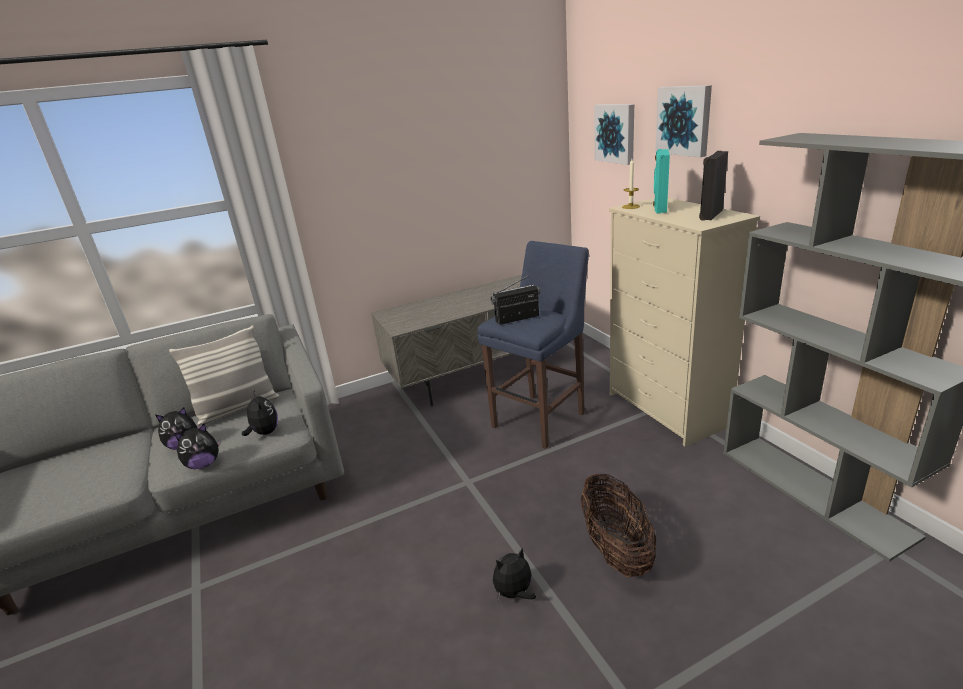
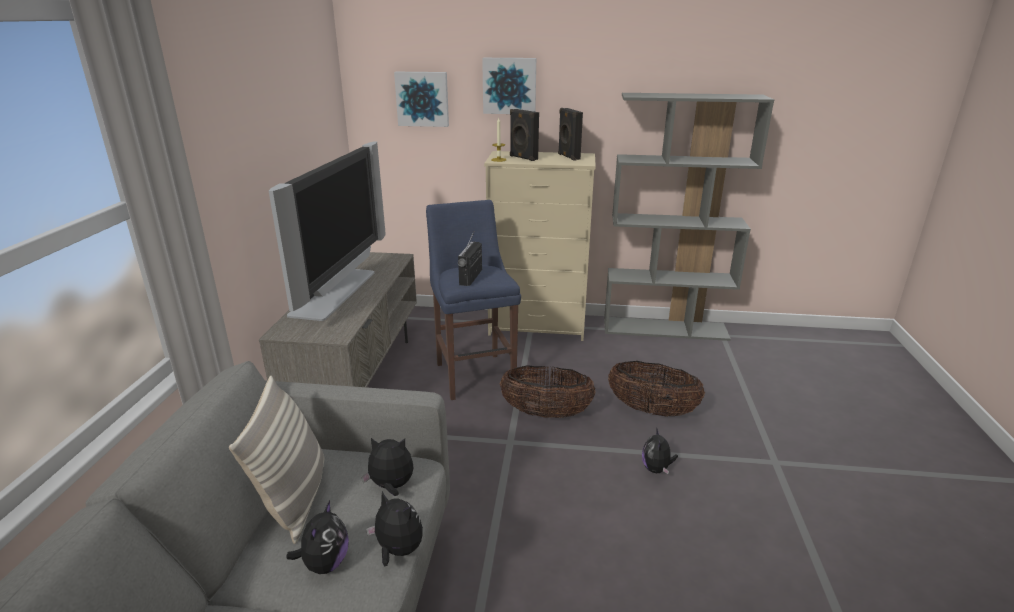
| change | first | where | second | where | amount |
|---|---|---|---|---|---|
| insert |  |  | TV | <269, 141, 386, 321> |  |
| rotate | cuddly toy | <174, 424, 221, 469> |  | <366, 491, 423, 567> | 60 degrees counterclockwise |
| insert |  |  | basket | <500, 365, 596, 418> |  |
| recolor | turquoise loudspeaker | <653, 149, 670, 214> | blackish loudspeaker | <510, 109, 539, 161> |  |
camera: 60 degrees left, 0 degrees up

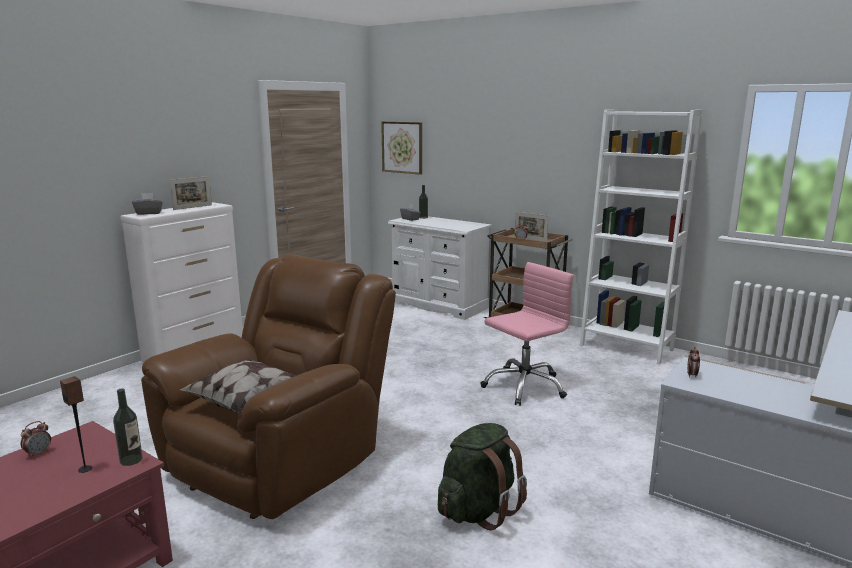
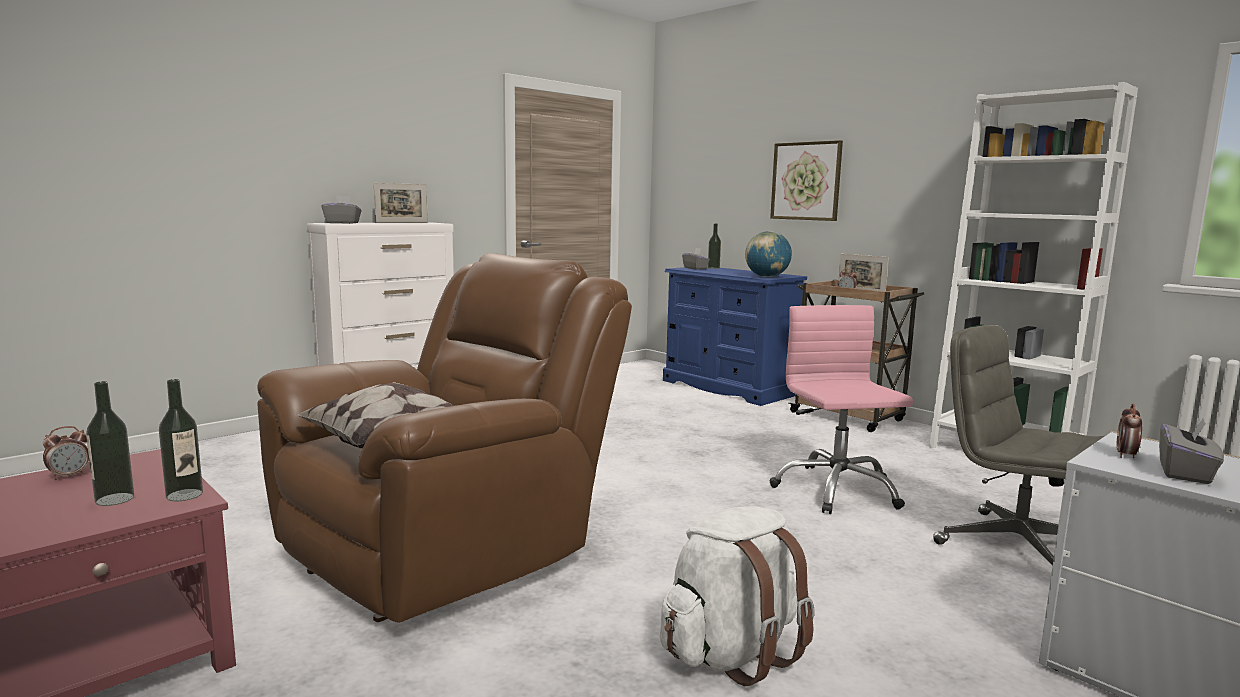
| change | first | where | second | where | amount |
|---|---|---|---|---|---|
| replace | loudspeaker | <60, 376, 92, 473> | beverage bottle | <86, 381, 134, 506> |  |
| recolor | green knapsack | <438, 423, 527, 531> | white knapsack | <660, 506, 815, 686> |  |
| recolor | white dresser | <388, 216, 492, 320> | blue dresser | <663, 266, 807, 406> |  |
| insert |  |  | world globe | <745, 231, 792, 277> |  |
| move | picture | <381, 122, 422, 175> |  | <770, 140, 843, 221> |  |
| rotate | pink-coloured computer chair | <480, 262, 574, 406> |  | <770, 305, 913, 514> | 75 degrees counterclockwise |
| insert |  |  | grey computer chair | <933, 325, 1105, 566> |  |
| insert |  |  | grey tissue holder | <1159, 417, 1224, 484> |  |
camera: 10 degrees right, 5 degrees down

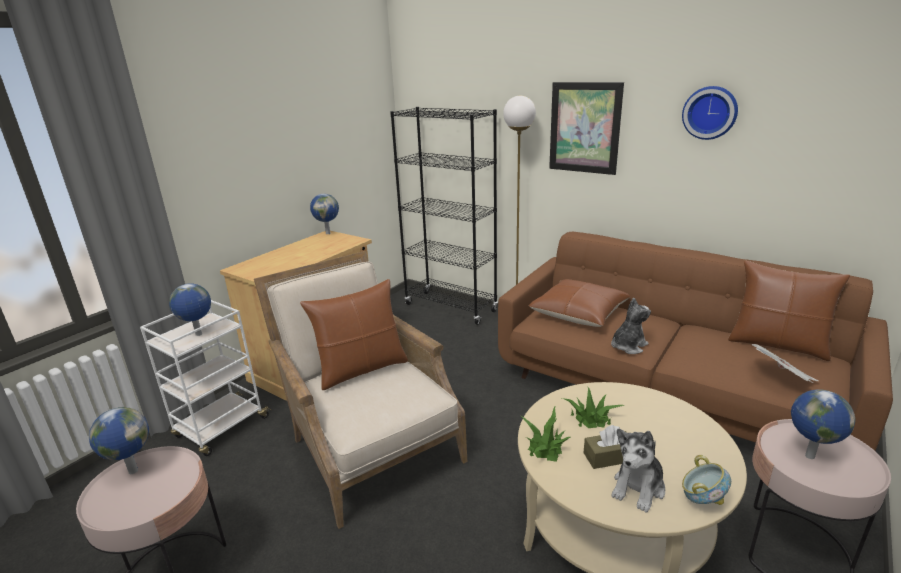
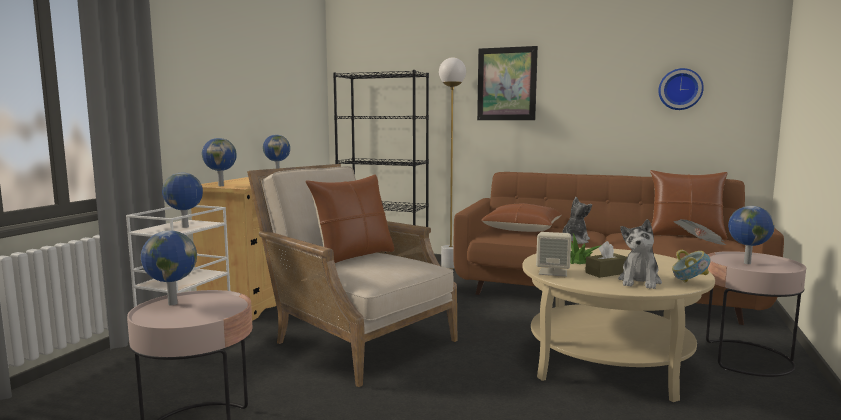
| change | first | where | second | where | amount |
|---|---|---|---|---|---|
| insert |  |  | world globe | <202, 138, 237, 186> |  |
| replace | potted plant | <521, 405, 571, 462> | beige-coloured loudspeaker | <536, 232, 571, 277> |  |
| move | wall clock | <682, 86, 738, 140> |  | <658, 68, 704, 110> |  |
camera: 15 degrees left, 15 degrees down

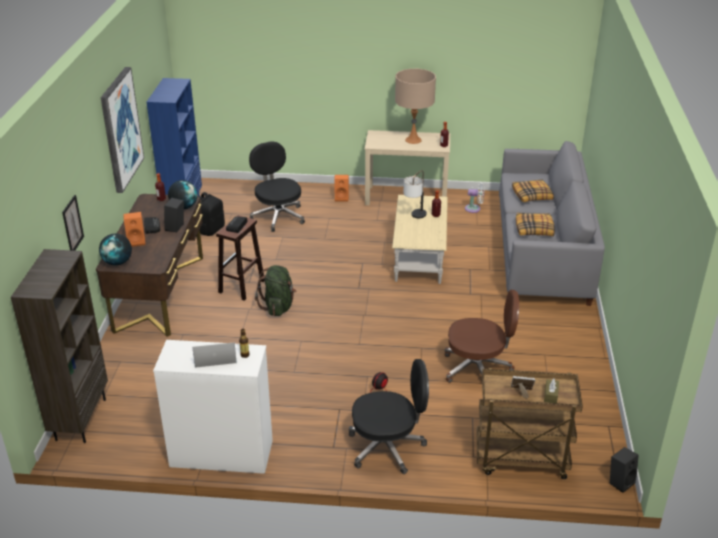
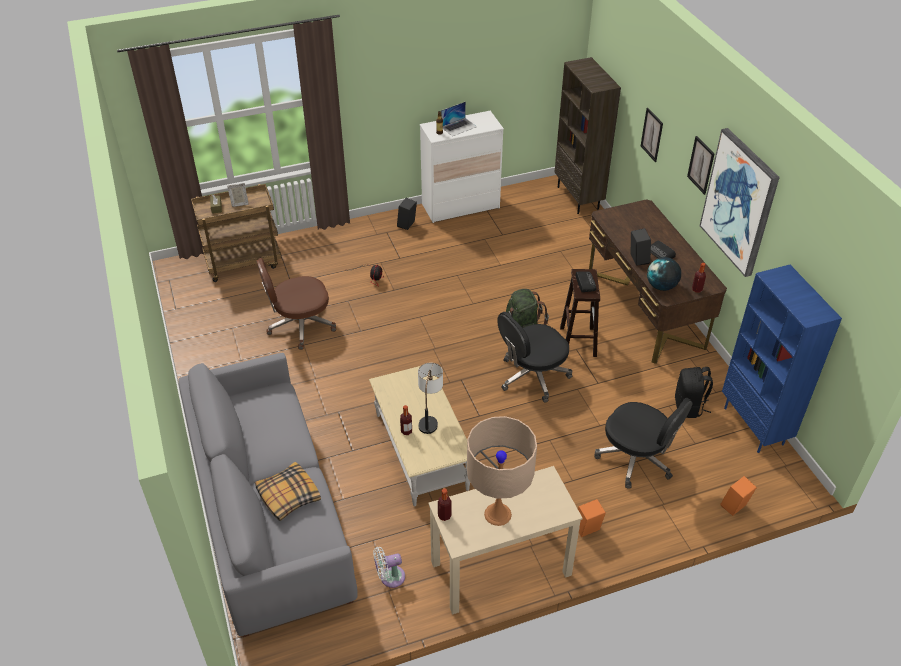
| change | first | where | second | where | amount |
|---|---|---|---|---|---|
| move | blackish loudspeaker | <610, 447, 639, 493> |  | <397, 198, 417, 230> |  |
| move | blackish computer chair | <349, 359, 429, 474> |  | <497, 312, 572, 402> |  |
| insert |  |  | picture | <687, 136, 714, 195> |  |
| move | orangey loudspeaker | <123, 212, 145, 247> |  | <720, 476, 757, 516> |  |
| delete | world globe | <99, 234, 132, 266> |  |  |  |
| delete | pillow | <516, 213, 555, 236> |  |  |  |
camera: 155 degrees right, 10 degrees up

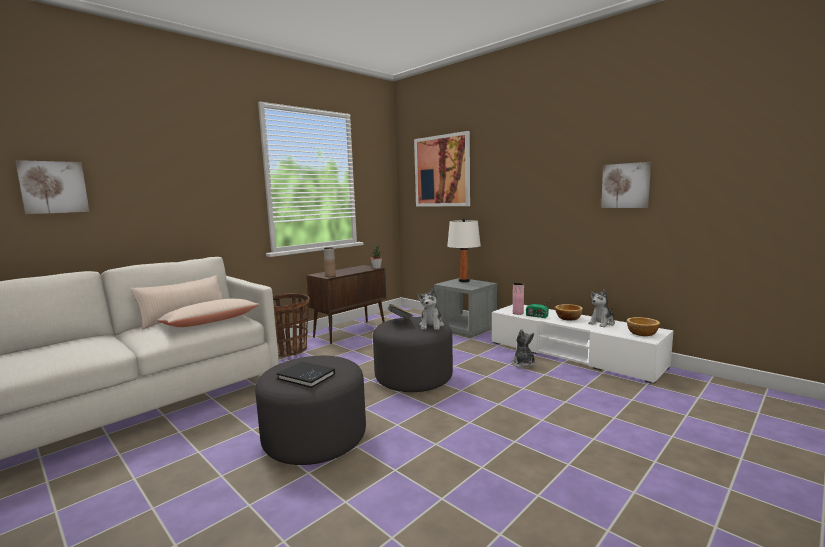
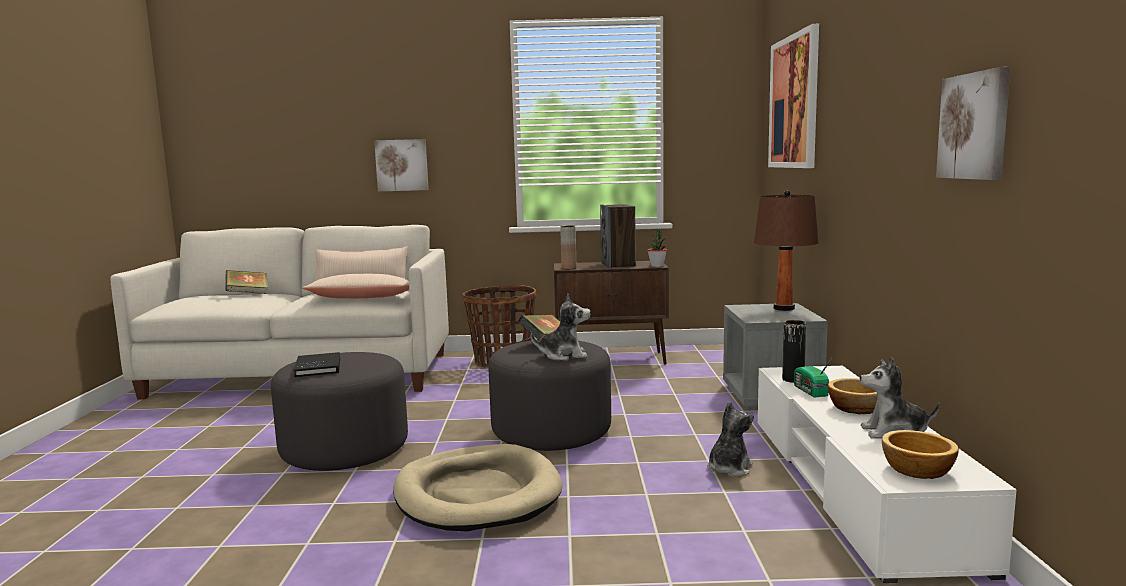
| change | first | where | second | where | amount |
|---|---|---|---|---|---|
| insert |  |  | bound book | <226, 270, 268, 294> |  |
| move | picture | <15, 160, 89, 214> |  | <374, 139, 429, 192> |  |
| insert |  |  | beige-coloured pet bed | <393, 444, 562, 532> |  |
| rotate | cuddly toy | <417, 288, 444, 330> |  | <531, 294, 591, 361> | 150 degrees counterclockwise |
| insert |  |  | loudspeaker | <600, 204, 636, 268> |  |
| recolor | white table lamp | <447, 218, 481, 282> | brown table lamp | <754, 190, 819, 311> |  |
| recolor | pink-coloured decorative vase | <513, 283, 524, 315> | blackish decorative vase | <782, 320, 806, 383> |  |
camera: 45 degrees right, 0 degrees up

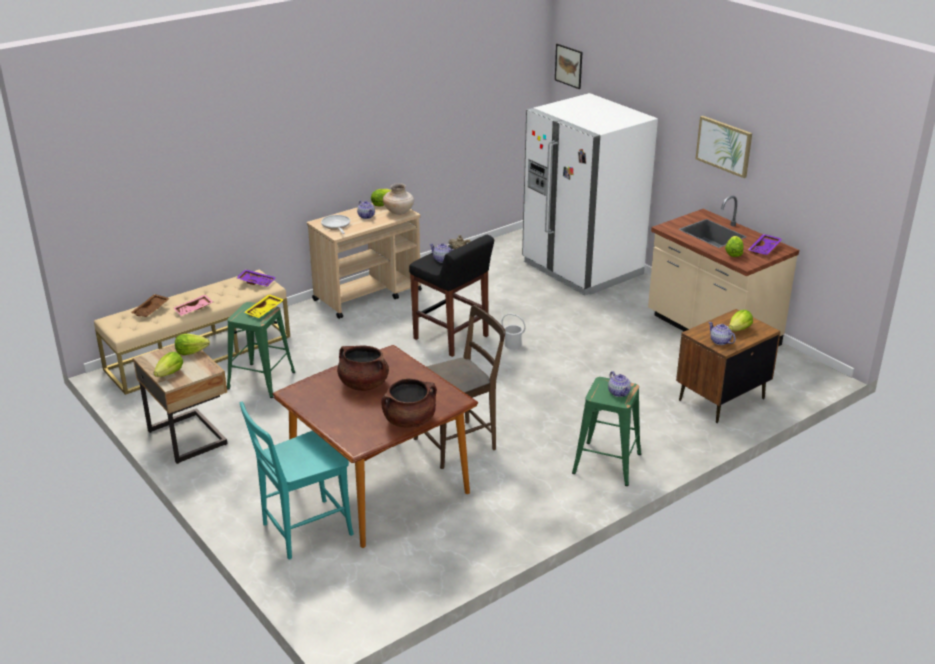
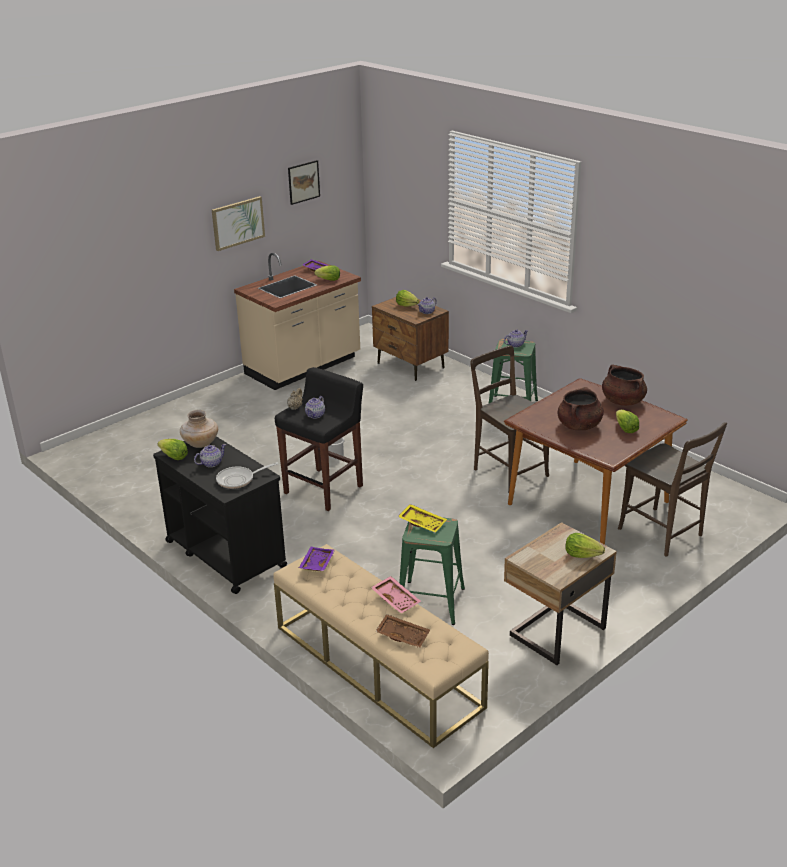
| change | first | where | second | where | amount |
|---|---|---|---|---|---|
| recolor | beige-coloured cart | <307, 203, 422, 319> | blackish cart | <153, 436, 287, 594> |  |
| move | picture | <555, 44, 582, 89> |  | <288, 160, 320, 205> |  |
| move | head of lettuce | <175, 334, 210, 355> |  | <616, 410, 639, 433> |  |
| recolor | turquoise upright chair | <240, 402, 354, 559> | brown upright chair | <618, 422, 727, 556> |  |
| delete | white refrigerator | <522, 93, 658, 295> |  |  |  |
camera: 95 degrees left, 0 degrees up

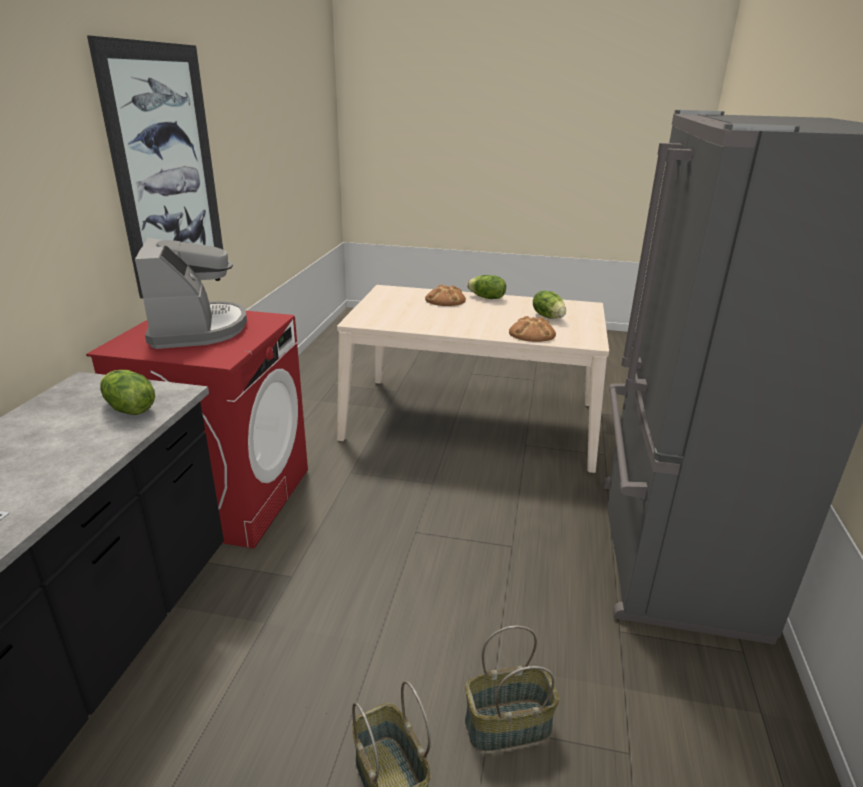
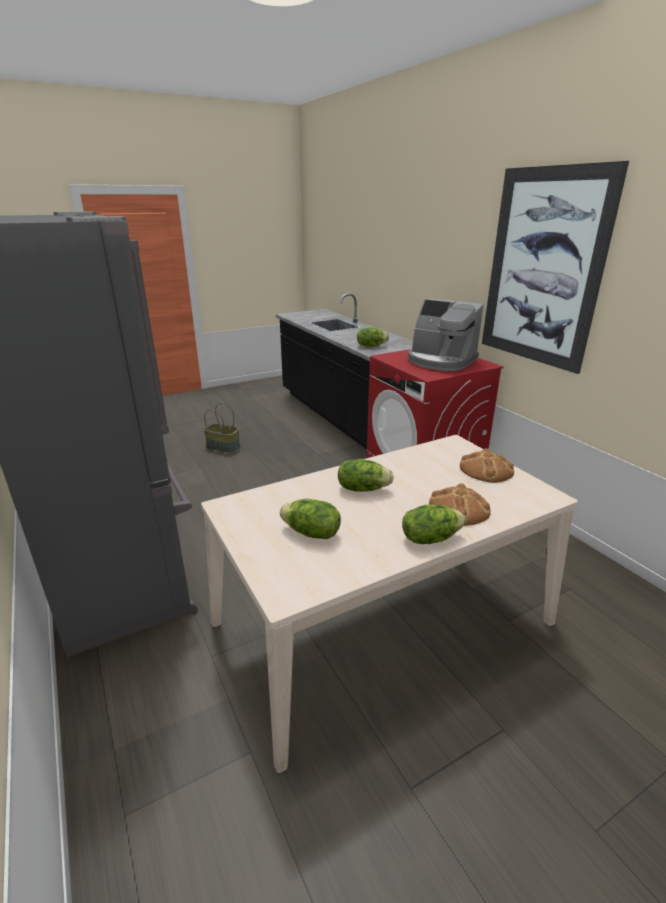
| change | first | where | second | where | amount |
|---|---|---|---|---|---|
| insert |  |  | head of lettuce | <338, 459, 394, 492> |  |
| move | bakery bread | <509, 316, 556, 342> |  | <460, 448, 514, 483> |  |
| delete | basket | <465, 625, 559, 751> |  |  |  |
camera: 140 degrees right, 0 degrees up

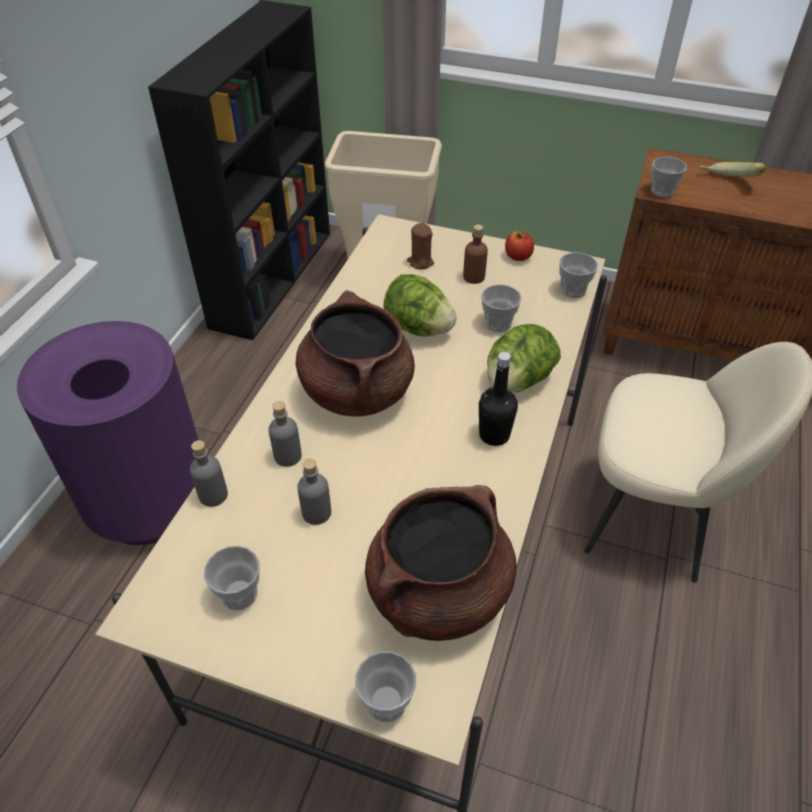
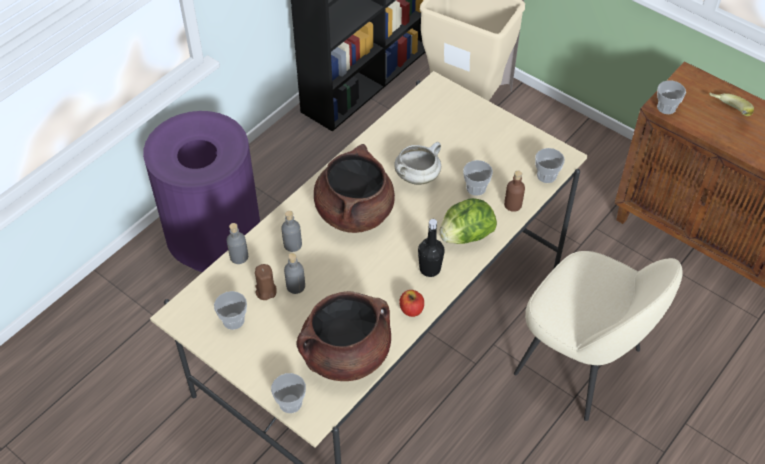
| change | first | where | second | where | amount |
|---|---|---|---|---|---|
| move | brown wax candle | <407, 223, 434, 269> |  | <255, 264, 277, 300> |  |
| replace | head of lettuce | <383, 274, 457, 336> | white stockpot | <394, 142, 441, 185> |  |
| move | whole apple | <505, 231, 534, 261> |  | <399, 290, 424, 317> |  |
| move | brown beverage bottle | <463, 225, 488, 284> |  | <504, 171, 525, 212> |  |
camera: 20 degrees right, 5 degrees up

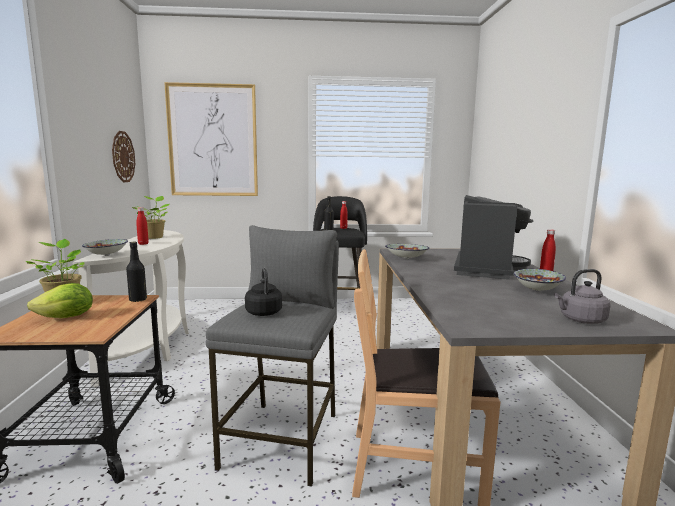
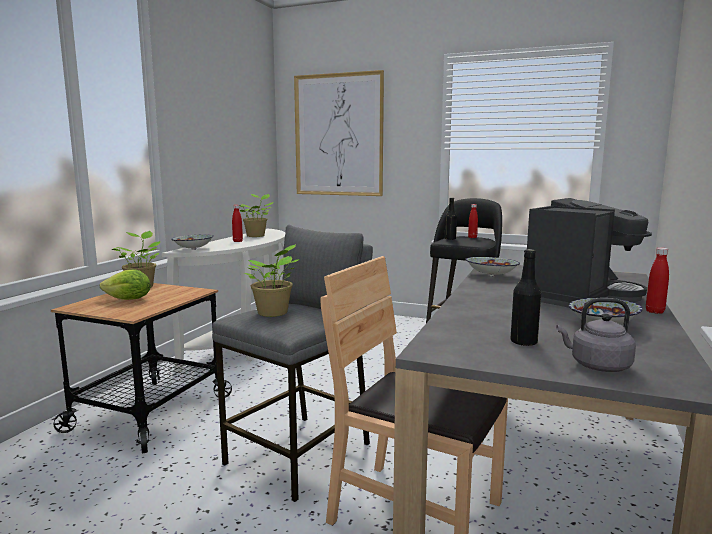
| change | first | where | second | where | amount |
|---|---|---|---|---|---|
| replace | blackish water kettle | <245, 268, 282, 316> | potted plant | <244, 244, 299, 317> |  |
| move | blackish beverage bottle | <126, 242, 147, 302> |  | <510, 249, 541, 346> |  |
| delete | wall clock | <112, 131, 135, 182> |  |  |  |
camera: 25 degrees right, 0 degrees up

